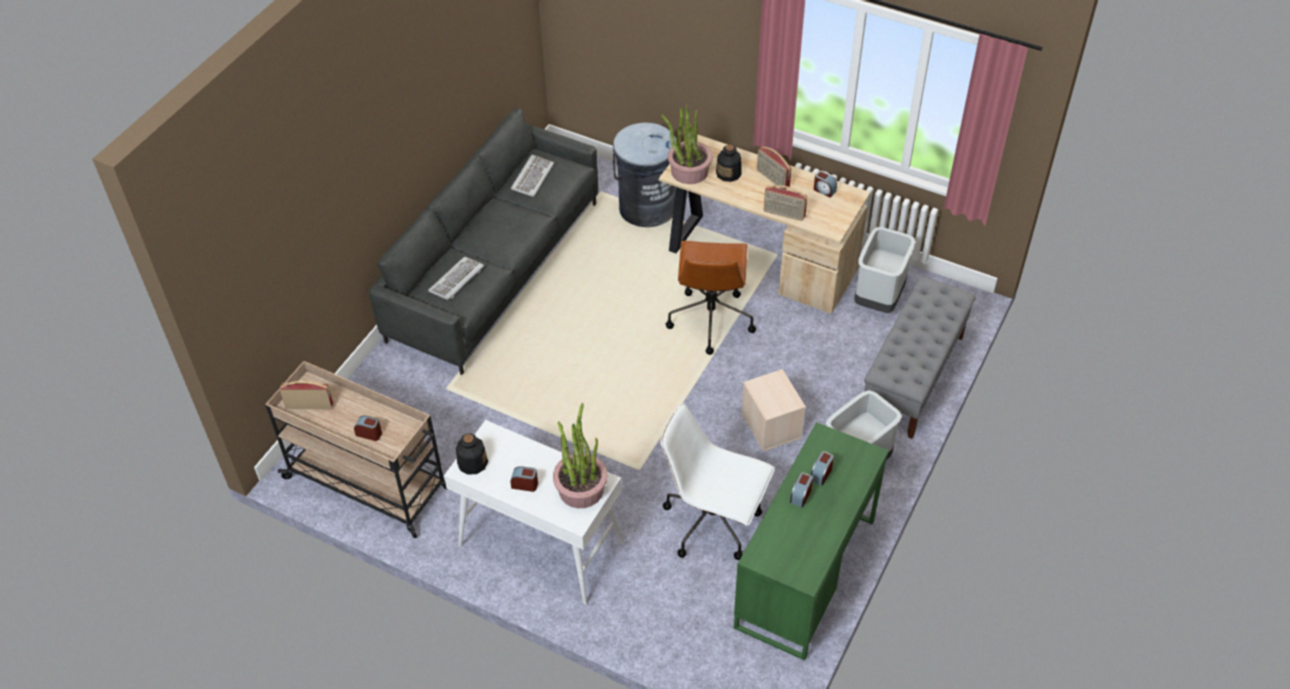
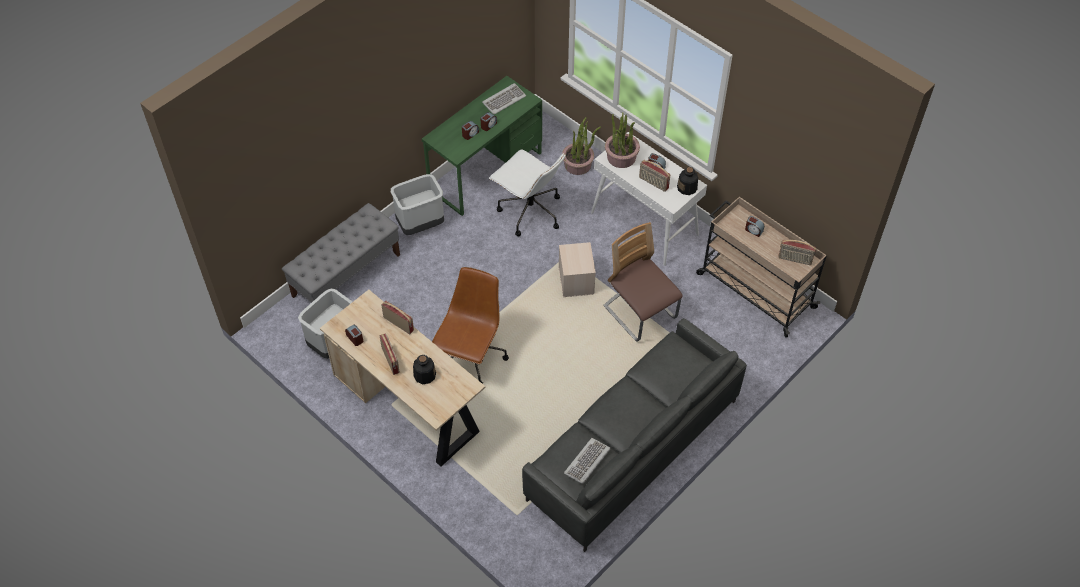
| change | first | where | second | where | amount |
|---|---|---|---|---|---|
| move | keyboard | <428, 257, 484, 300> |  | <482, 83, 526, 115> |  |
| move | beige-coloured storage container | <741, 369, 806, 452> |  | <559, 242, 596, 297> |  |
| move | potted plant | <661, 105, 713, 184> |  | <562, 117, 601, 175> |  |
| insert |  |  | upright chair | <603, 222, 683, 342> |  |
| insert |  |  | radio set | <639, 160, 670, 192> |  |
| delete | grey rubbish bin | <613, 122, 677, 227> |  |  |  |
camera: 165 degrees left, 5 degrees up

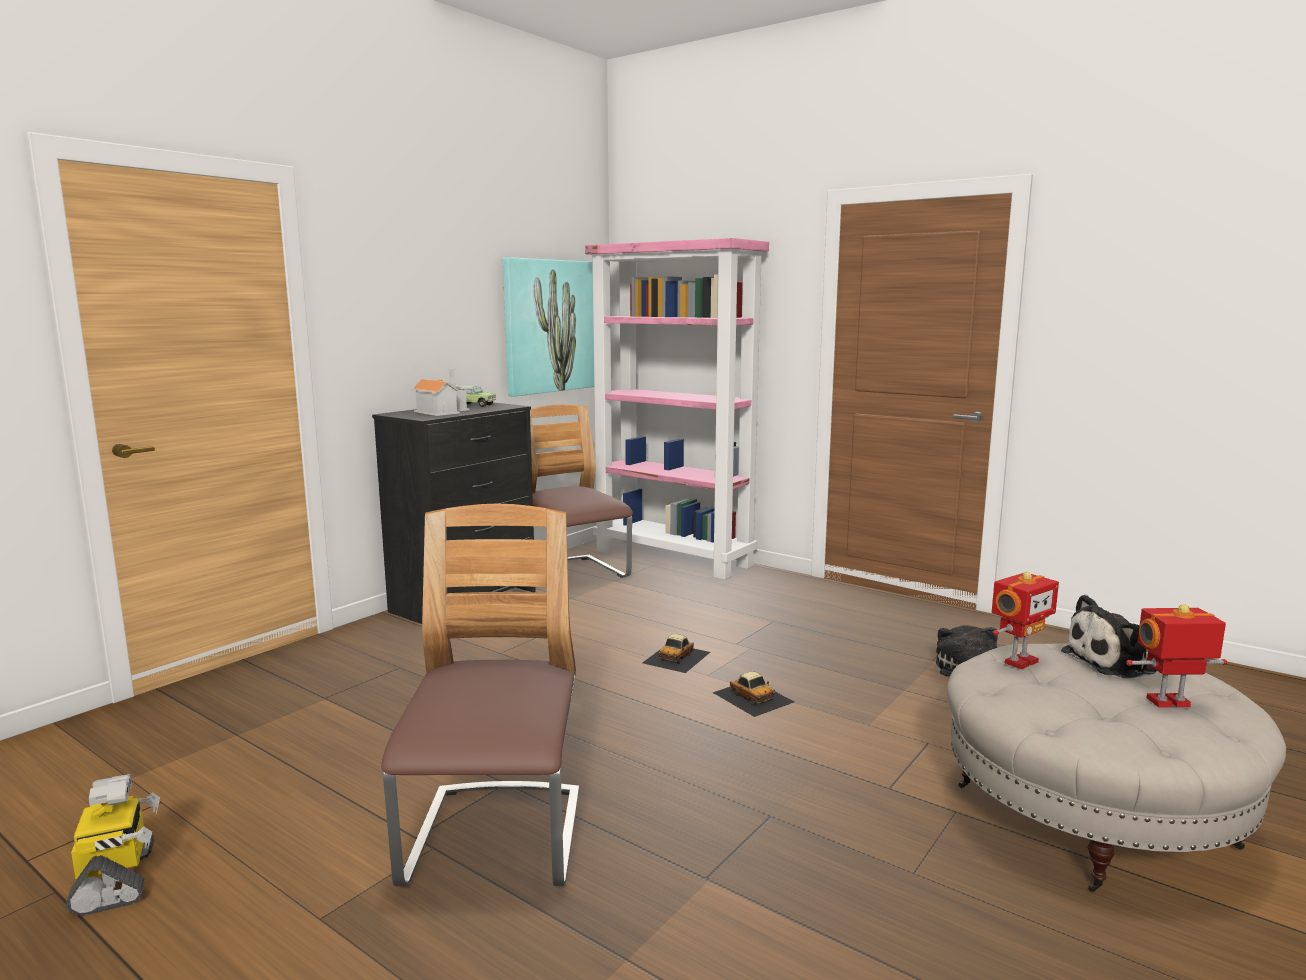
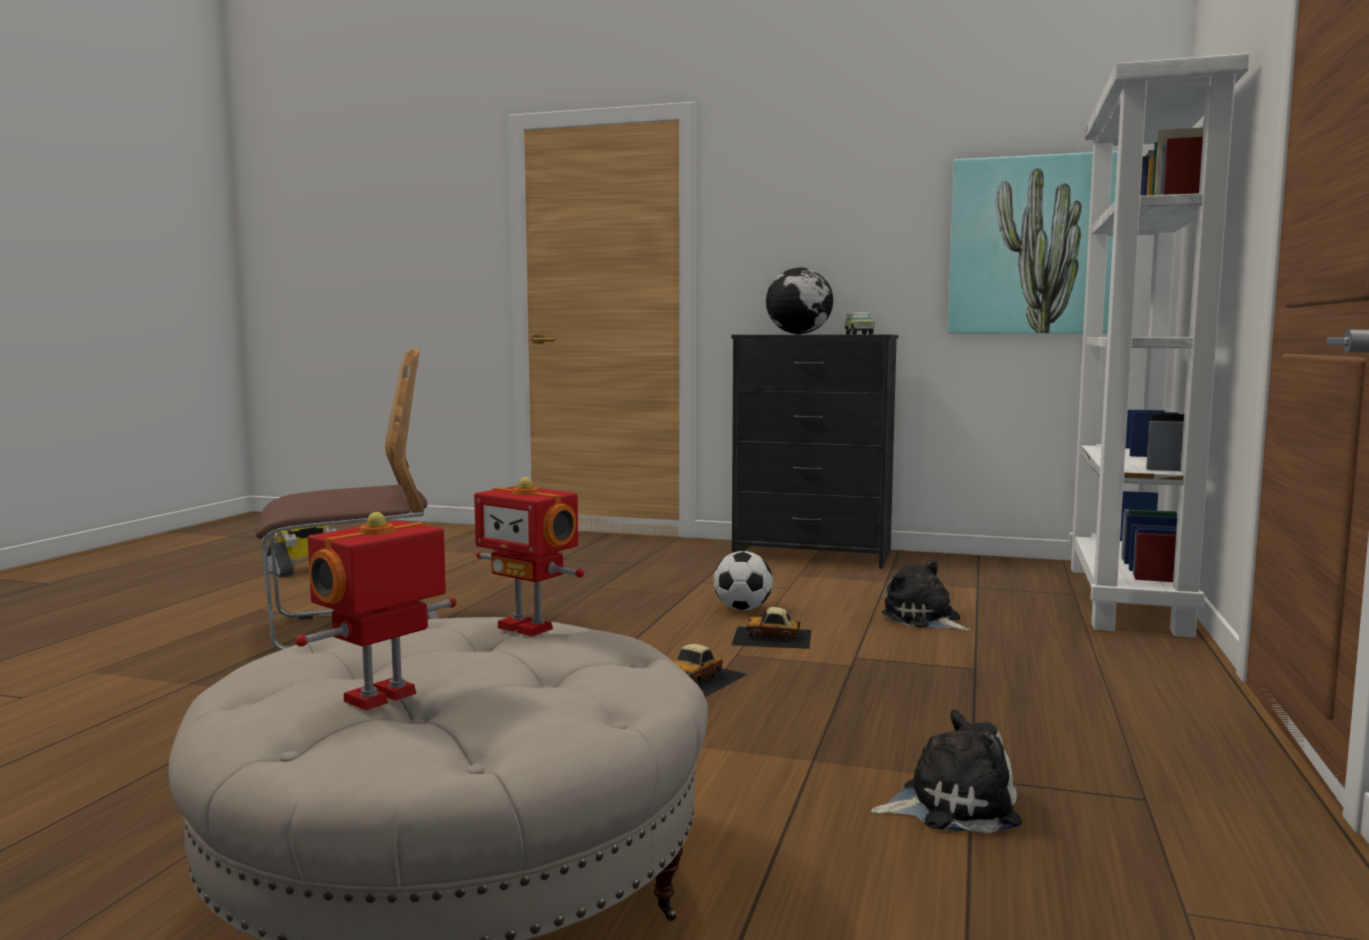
| change | first | where | second | where | amount |
|---|---|---|---|---|---|
| rotate | robot figure | <1126, 604, 1228, 708> |  | <295, 512, 456, 710> | 120 degrees counterclockwise |
| insert |  |  | football | <713, 551, 773, 610> |  |
| replace | model house | <410, 369, 470, 416> | world globe | <766, 267, 833, 334> |  |
| move | cuddly toy | <1061, 595, 1157, 678> |  | <882, 560, 970, 631> |  |
| recolor | pink-coloured shelving unit | <585, 238, 769, 580> | white shelving unit | <1068, 53, 1250, 638> |  |
| delete | upright chair | <530, 404, 633, 578> |  |  |  |
camera: 70 degrees right, 5 degrees down

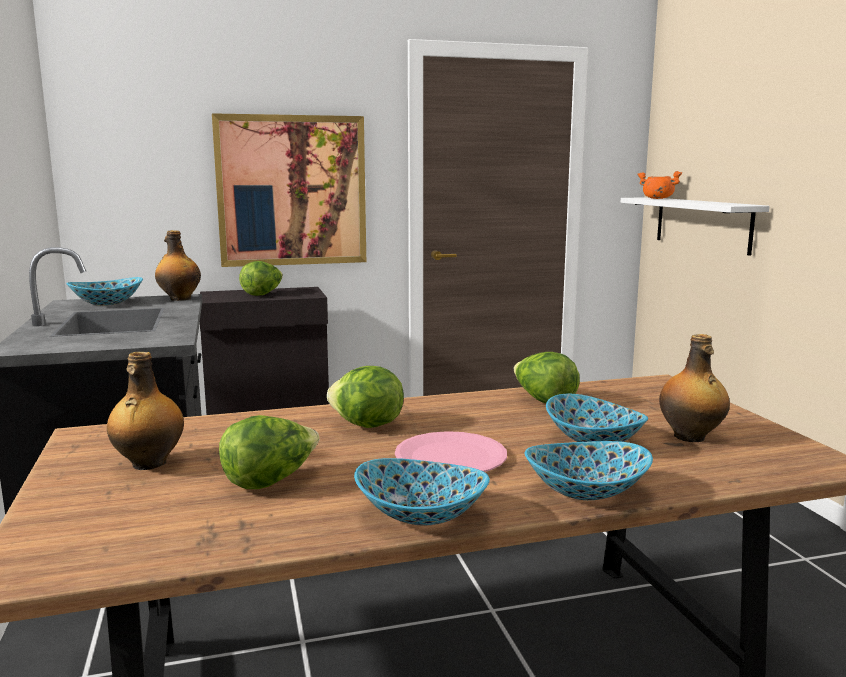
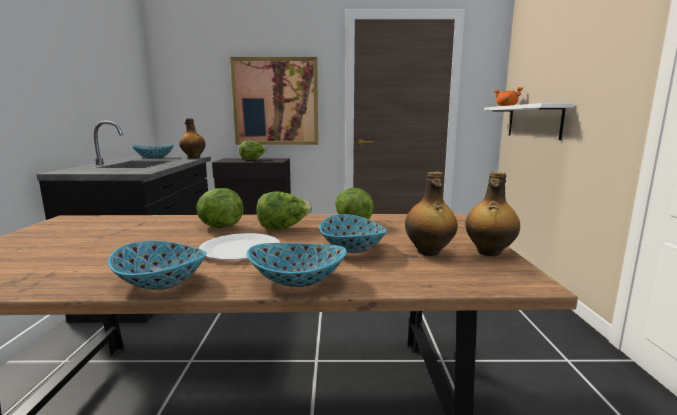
| change | first | where | second | where | amount |
|---|---|---|---|---|---|
| recolor | pink-coloured dinner plate | <395, 431, 507, 472> | white dinner plate | <199, 233, 280, 260> |  |
| move | head of lettuce | <219, 415, 319, 489> |  | <256, 191, 313, 230> |  |
| move | beverage bottle | <107, 352, 184, 470> |  | <465, 172, 520, 256> |  |
camera: 15 degrees right, 0 degrees up

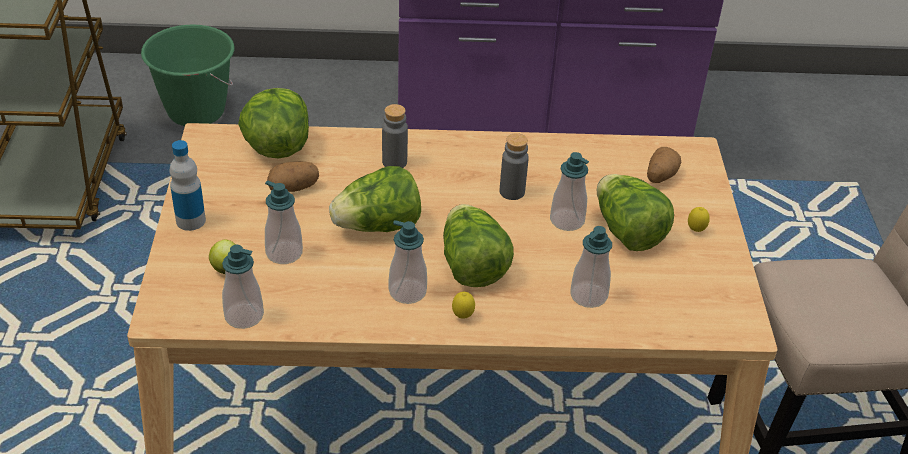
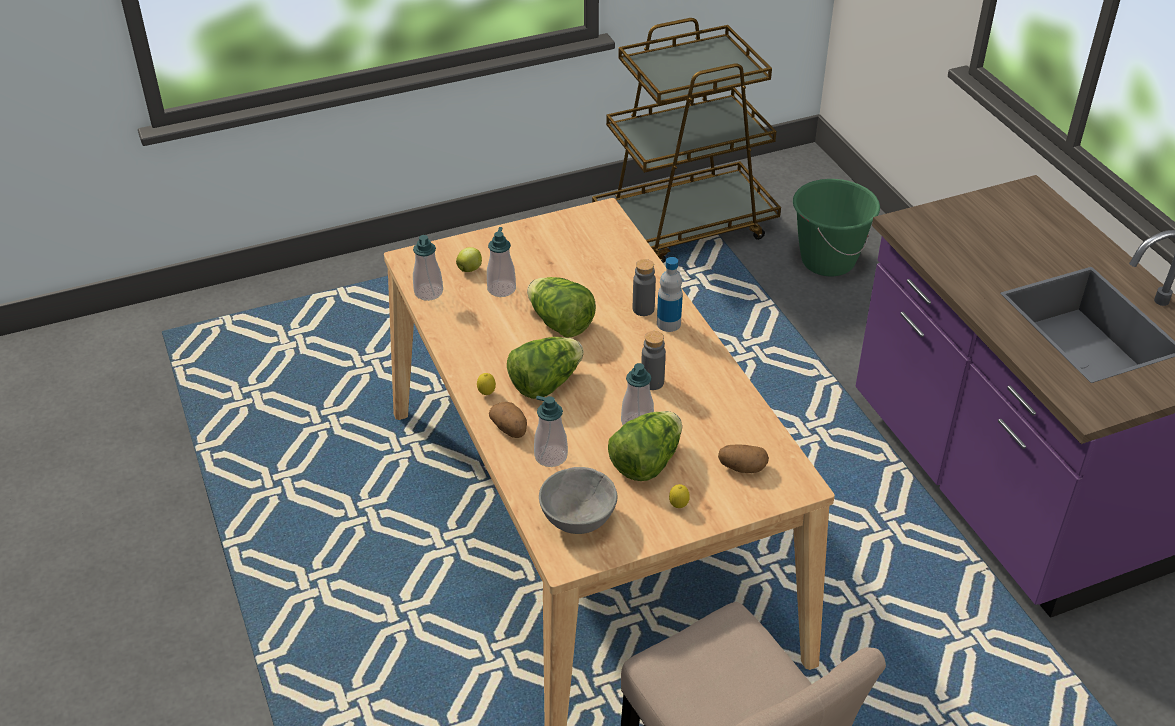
| change | first | where | second | where | amount |
|---|---|---|---|---|---|
| move | spud | <267, 161, 319, 192> |  | <489, 402, 527, 438> |  |
| insert |  |  | grey deep dish | <539, 467, 618, 534> |  |
| move | beverage bottle | <170, 140, 206, 231> |  | <657, 257, 683, 332> |  |
| delete | head of lettuce | <238, 88, 309, 158> |  |  |  |
| delete | liquid soap bottle | <389, 220, 427, 304> |  |  |  |
camera: 70 degrees right, 0 degrees up

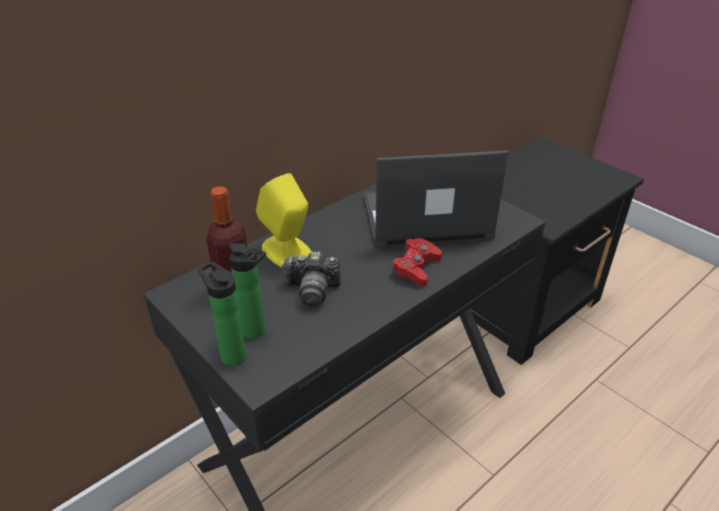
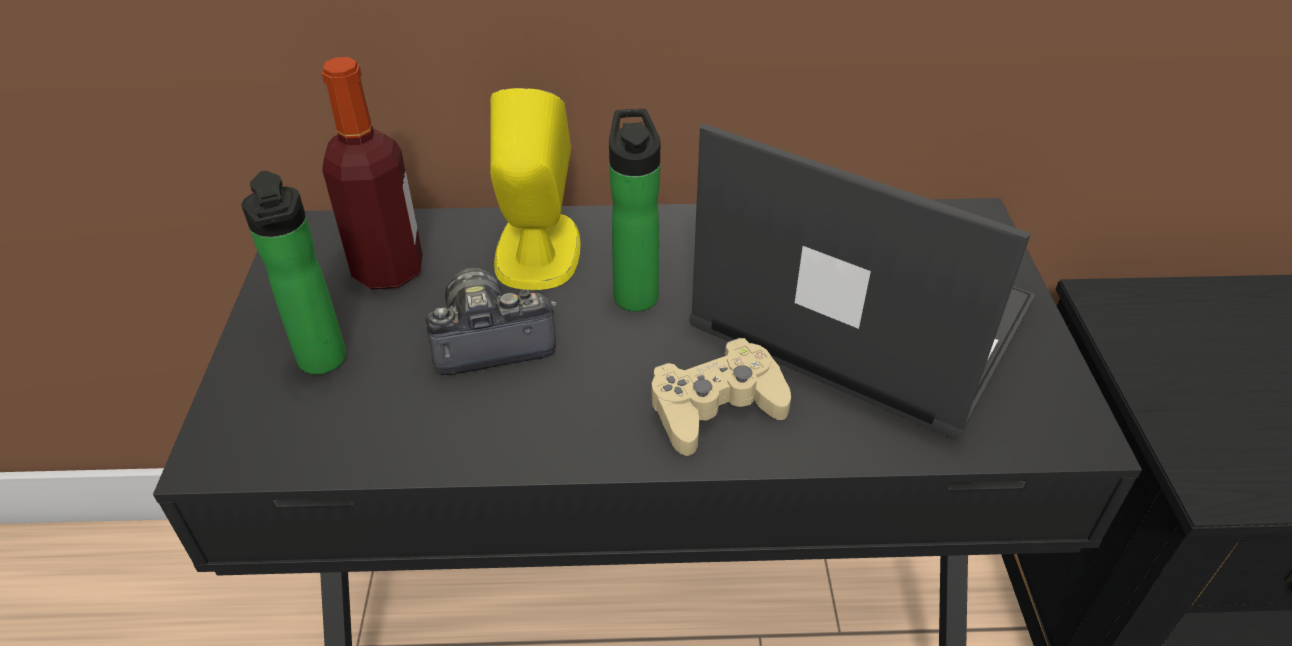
| change | first | where | second | where | amount |
|---|---|---|---|---|---|
| rotate | photo camera | <281, 251, 341, 306> |  | <426, 268, 556, 375> | 120 degrees clockwise |
| move | beverage bottle | <198, 261, 246, 366> |  | <609, 109, 660, 312> |  |
| recolor | red joypad | <392, 238, 442, 287> | beige-coloured joypad | <652, 338, 791, 456> |  |
camera: 40 degrees right, 5 degrees up

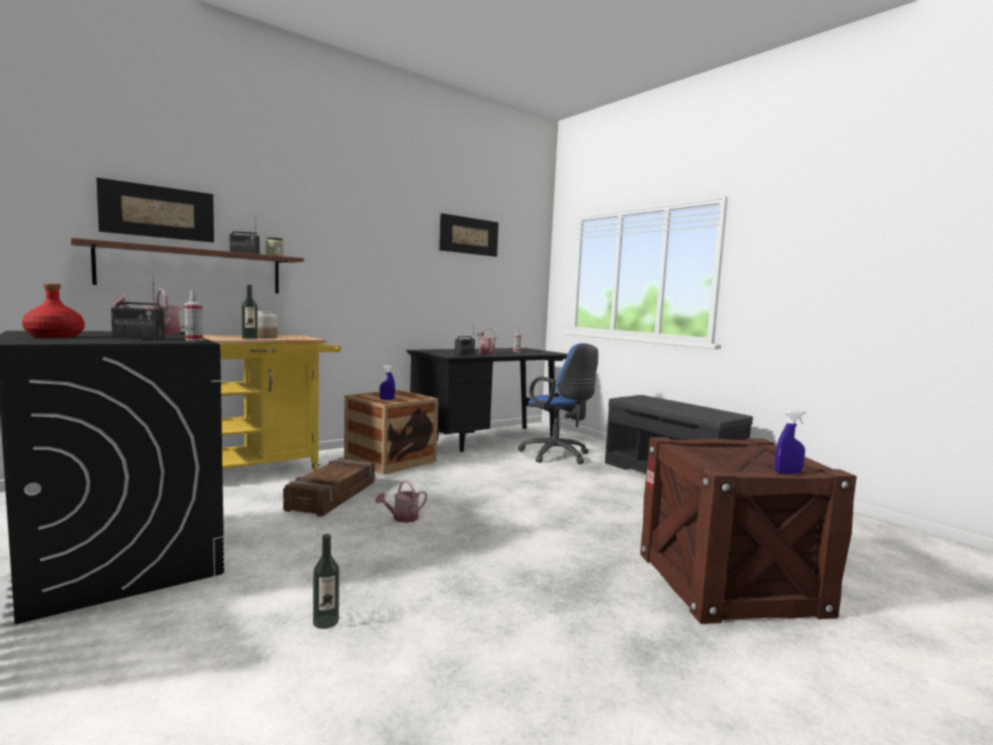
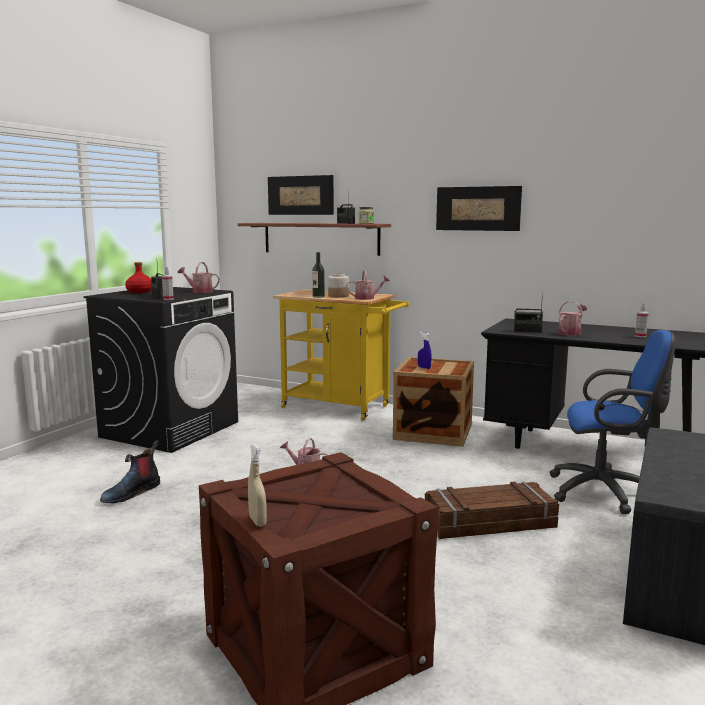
| change | first | where | second | where | amount |
|---|---|---|---|---|---|
| replace | beverage bottle | <313, 534, 339, 629> | tall boot | <100, 440, 160, 503> |  |
| recolor | blue sprayer | <775, 410, 806, 474> | beige-coloured sprayer | <248, 443, 267, 527> |  |
| insert |  |  | watering pot | <346, 270, 390, 300> |  |
| move | crate | <283, 458, 375, 517> |  | <425, 481, 559, 539> |  |
| move | picture | <439, 213, 499, 257> |  | <436, 186, 522, 231> |  |
| rotate | blue computer chair | <518, 343, 598, 464> |  | <549, 330, 676, 514> | 105 degrees counterclockwise |
camera: 65 degrees right, 5 degrees up

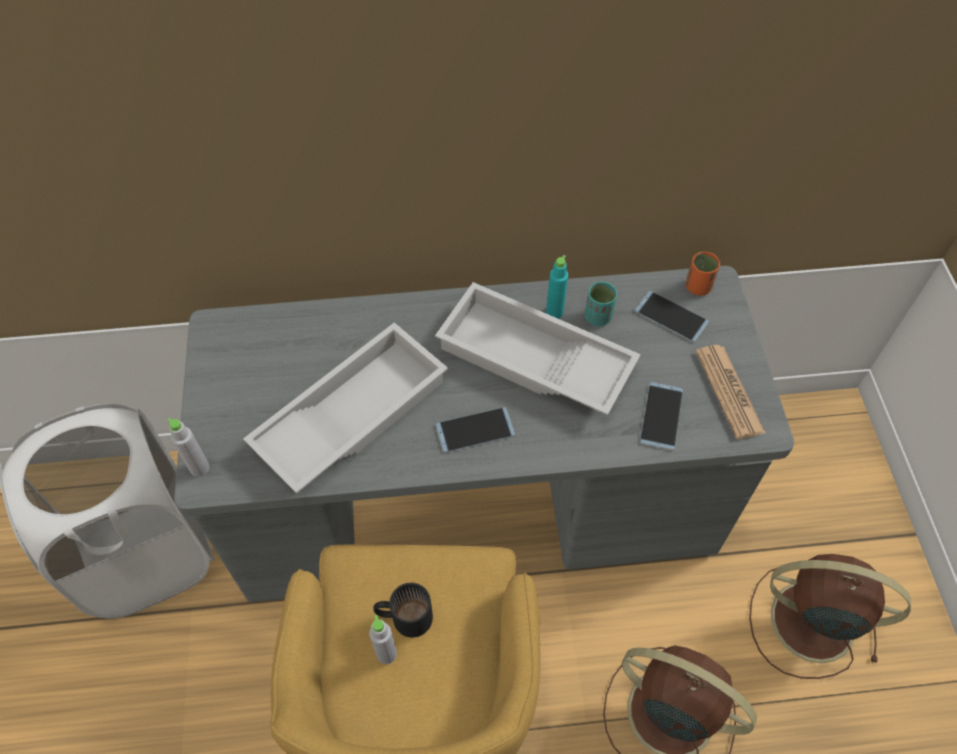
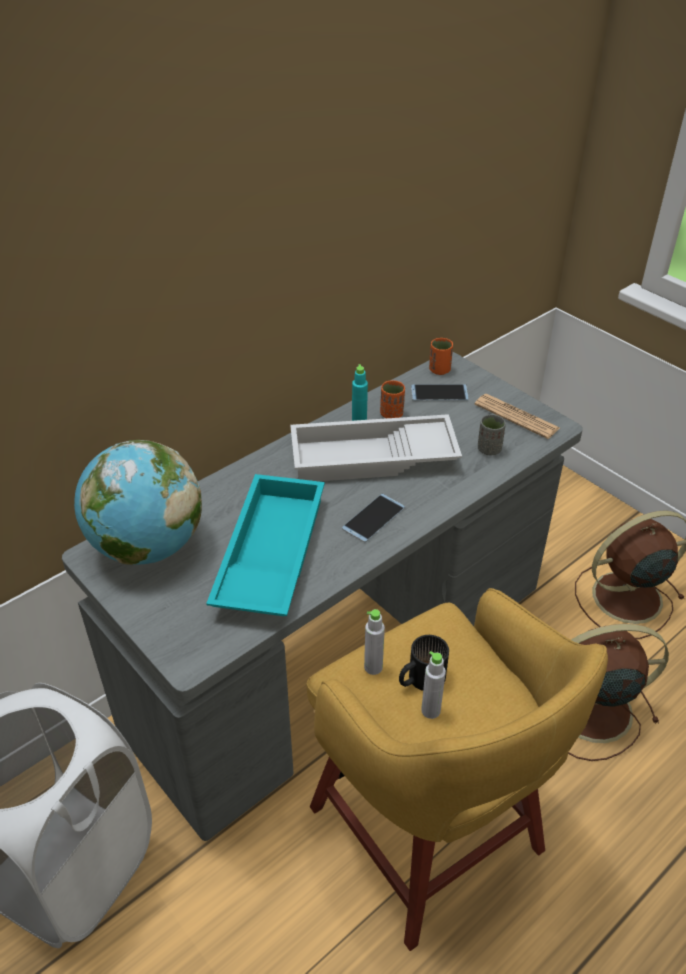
| change | first | where | second | where | amount |
|---|---|---|---|---|---|
| insert |  |  | world globe | <74, 440, 202, 565> |  |
| recolor | white tray | <243, 323, 448, 494> | turquoise tray | <206, 474, 325, 616> |  |
| move | grey beverage bottle | <167, 418, 209, 477> |  | <364, 609, 385, 675> |  |
| recolor | turquoise drinking cup | <585, 281, 617, 326> | orangey drinking cup | <380, 380, 405, 418> |  |
| replace | handset | <640, 382, 683, 451> | grey drinking cup | <478, 414, 506, 456> |  |
camera: 35 degrees left, 15 degrees down

